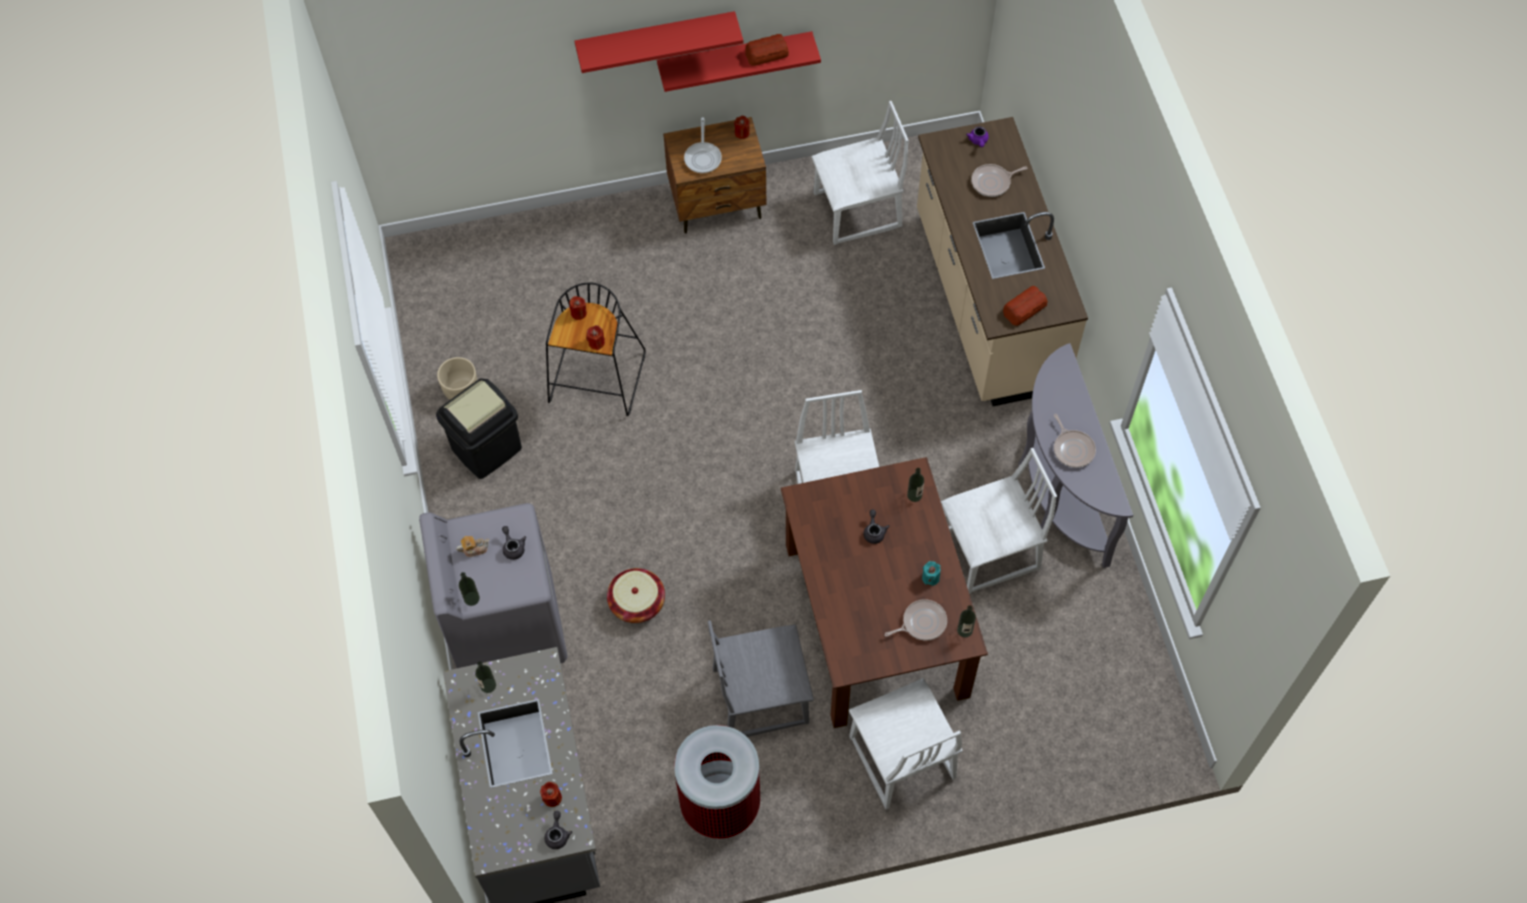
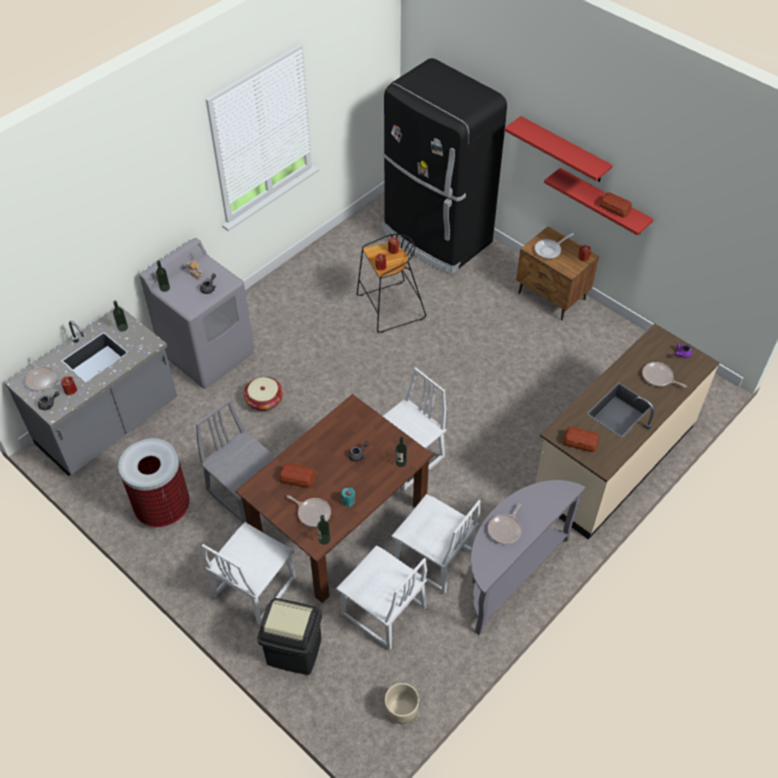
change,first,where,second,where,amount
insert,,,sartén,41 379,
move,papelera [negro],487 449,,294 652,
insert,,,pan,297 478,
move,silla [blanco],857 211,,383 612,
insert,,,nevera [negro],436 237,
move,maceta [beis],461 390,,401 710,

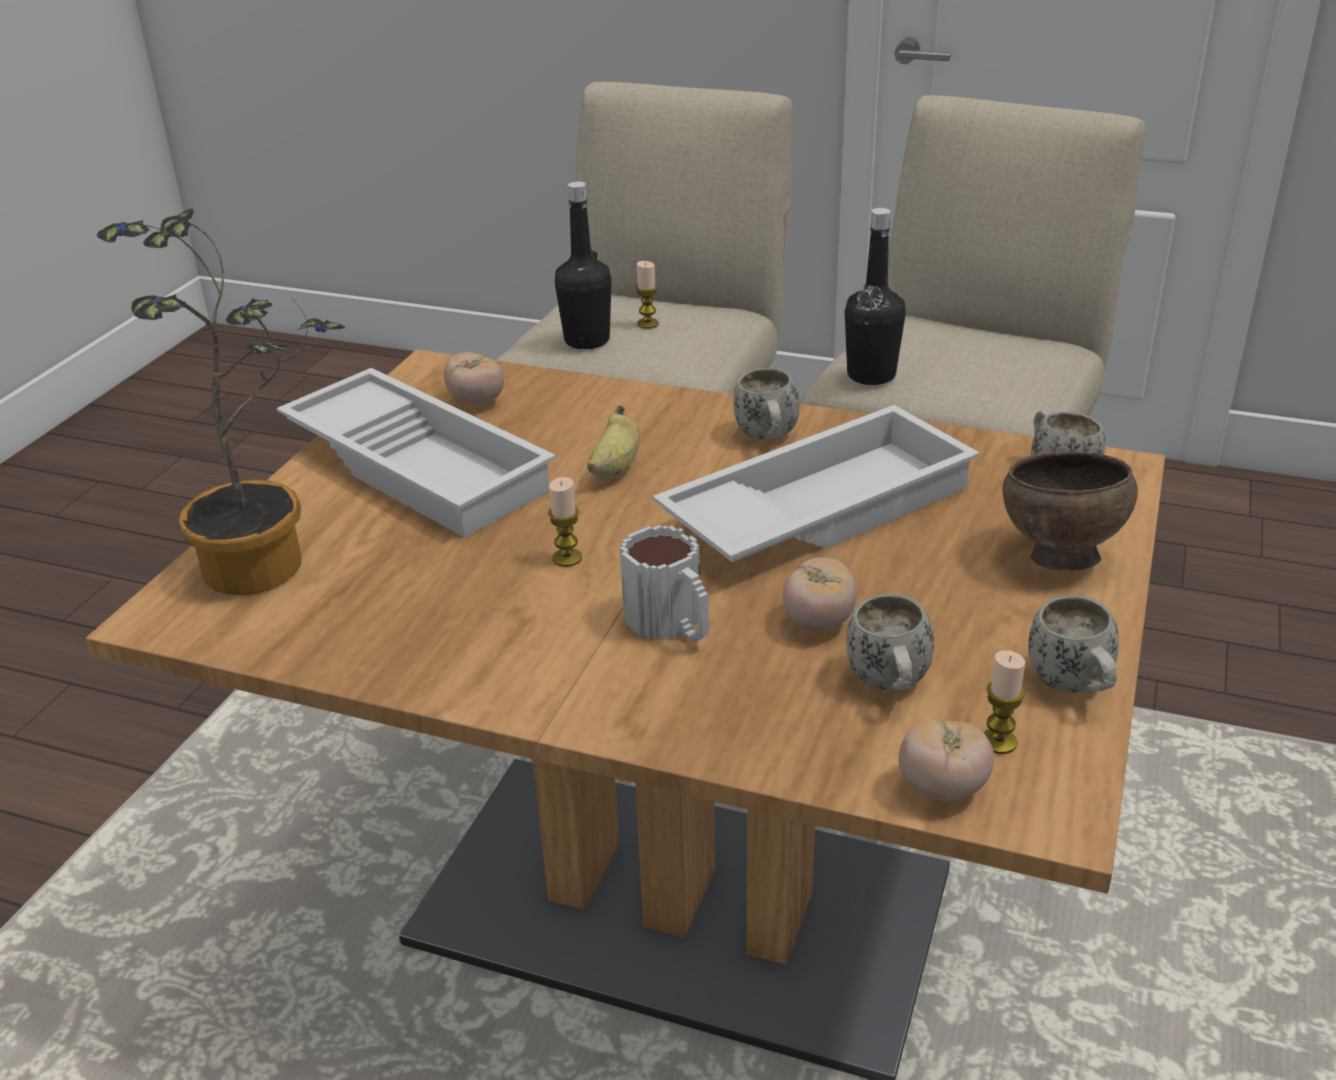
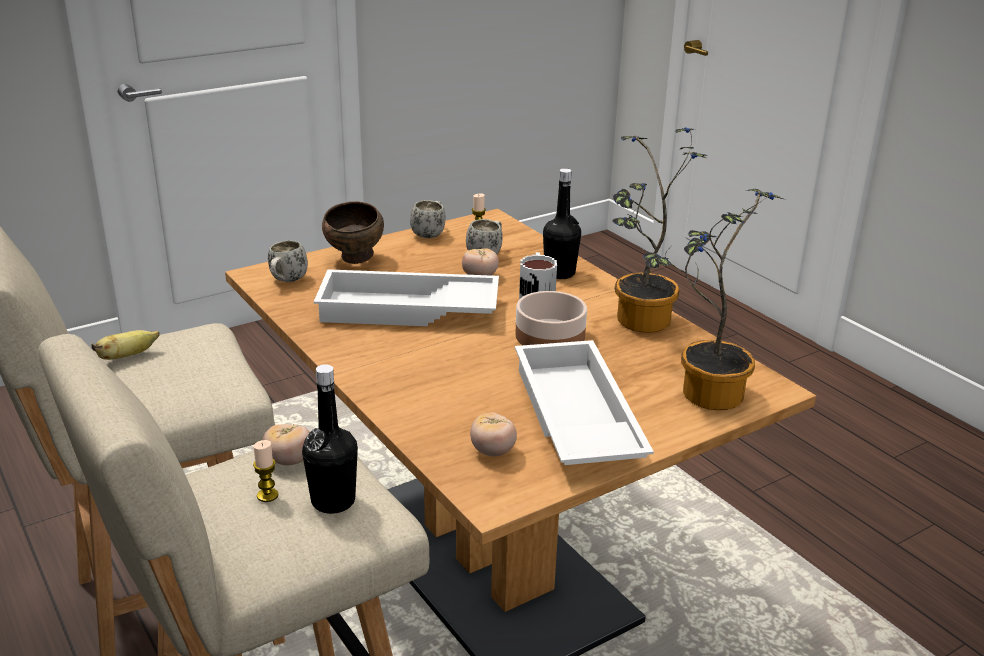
change,first,where,second,where,amount
move,plátano,615 468,,127 356,
move,tomate,942 788,,289 460,
replace,vela,567 558,cuenco,549 336,
move,botella [negro],871 375,,559 273,
insert,,,planta en maceta,638 323,
delete,taza grande [blanco],768 439,,,

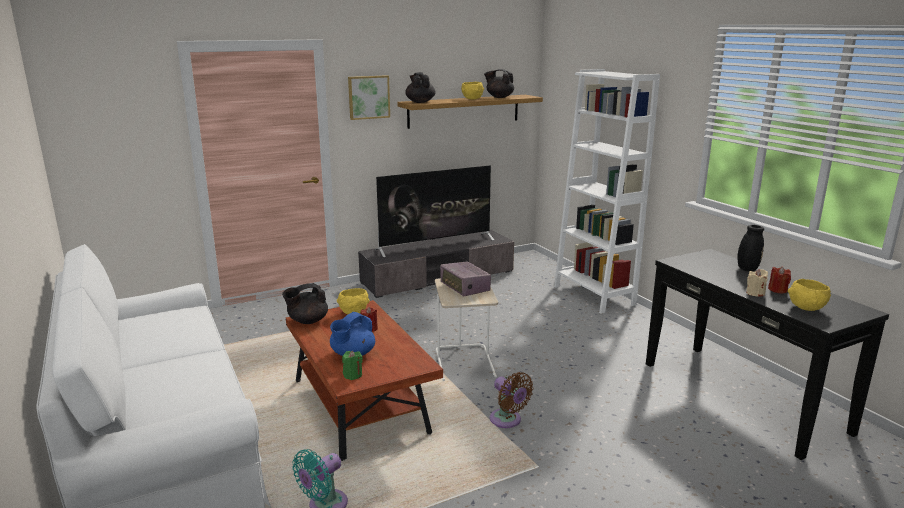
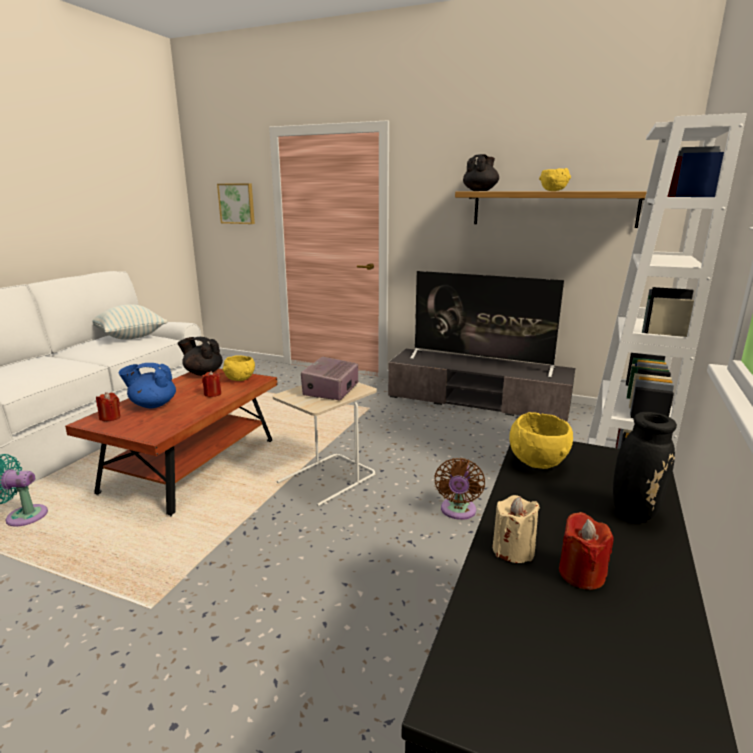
change,first,where,second,where,amount
insert,,,cojín,130 337,
recolor,vela [verde],352 375,vela [rojo],110 417,
move,cuadro,368 97,,237 203,
move,ventilador [marrón],507 420,,458 511,
move,cuenco [amarillo],806 308,,537 463,
delete,tetera [negro],499 97,,,

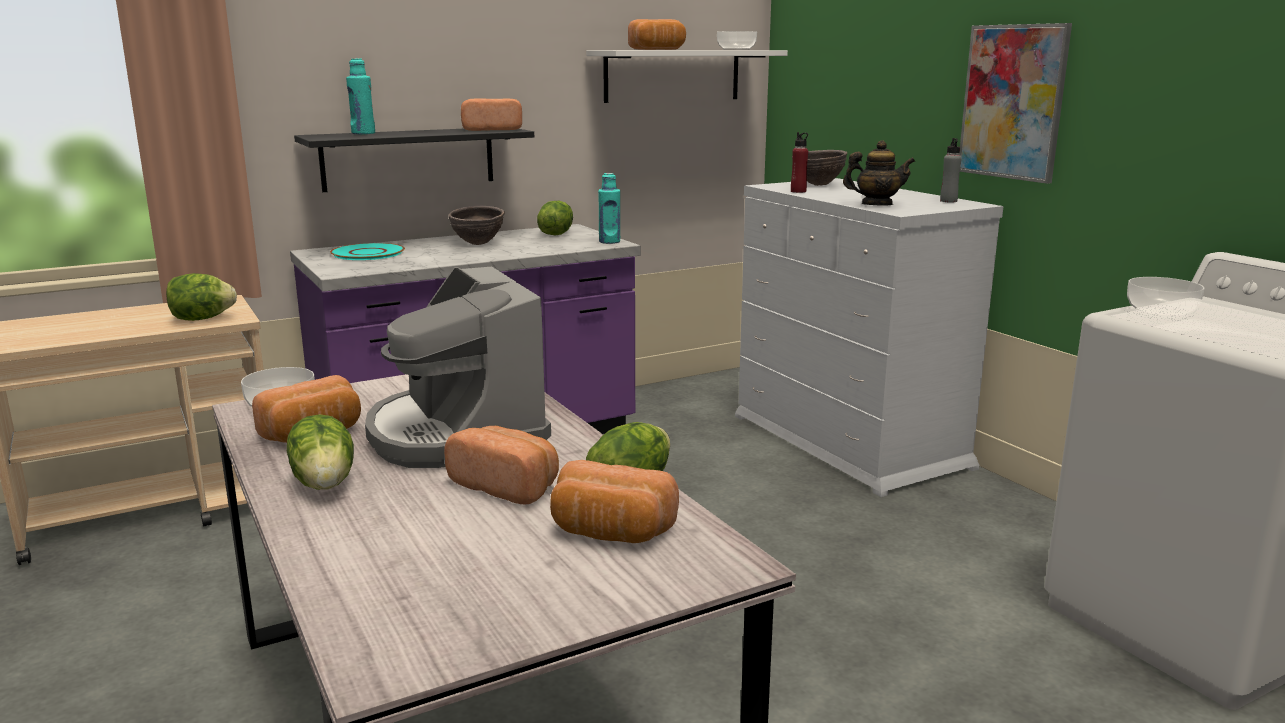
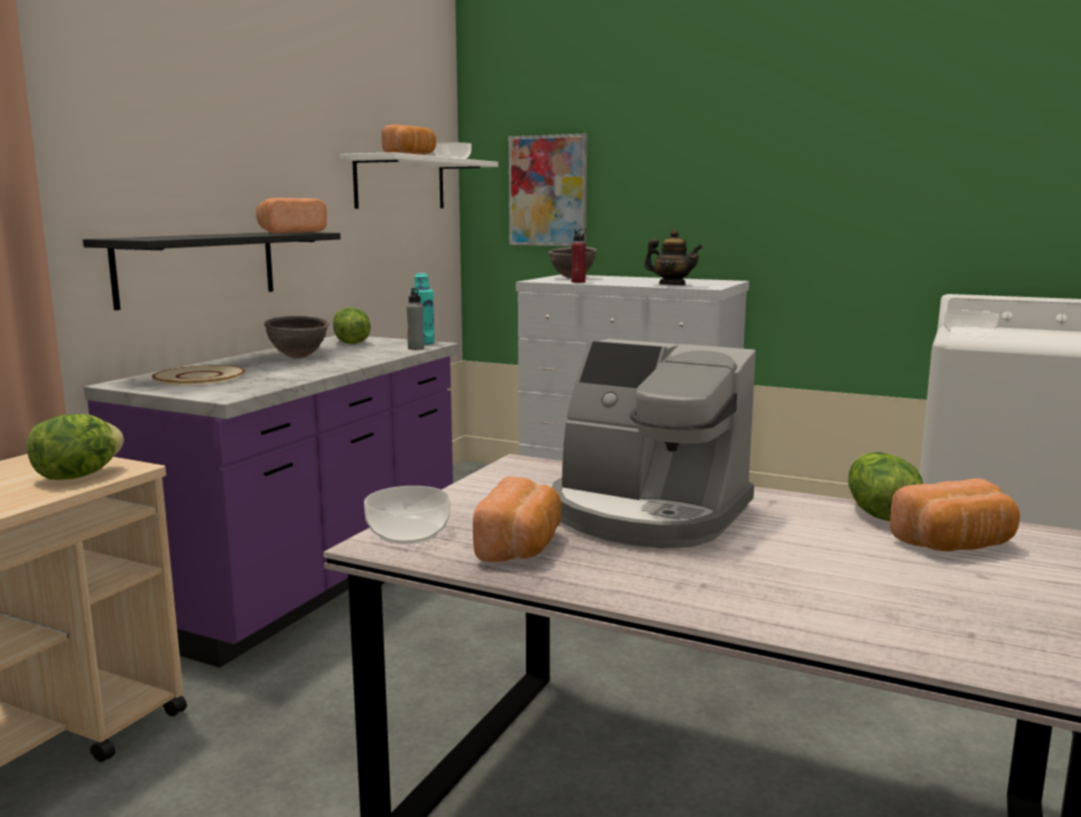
change,first,where,second,where,amount
recolor,plato [turquesa],368 253,plato [beis],200 377,
move,botella [gris],948 201,,416 348,
move,cuadro,1013 102,,548 191,
rotate,tetera,876 205,,672 285,60 degrees clockwise
delete,lechuga,326 482,,,
delete,botella [turquesa],363 133,,,
delete,pan,507 486,,,

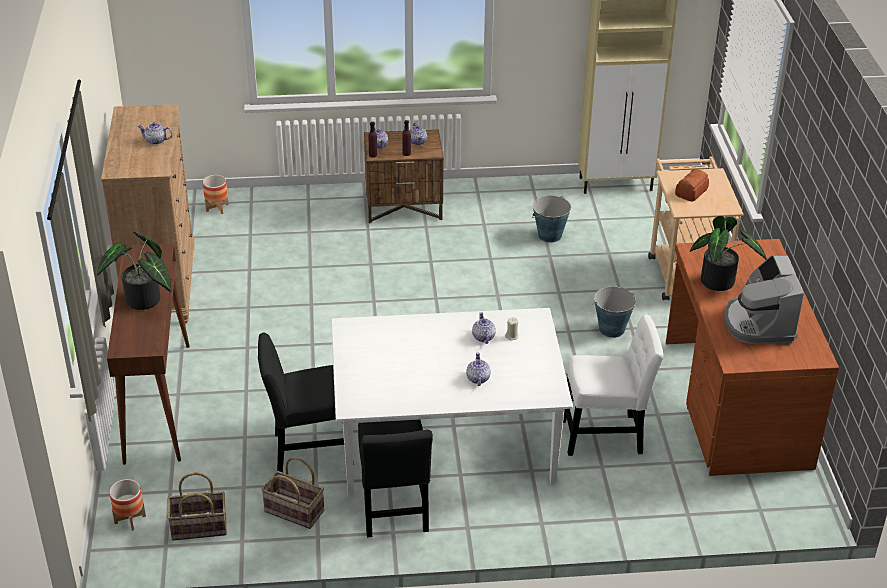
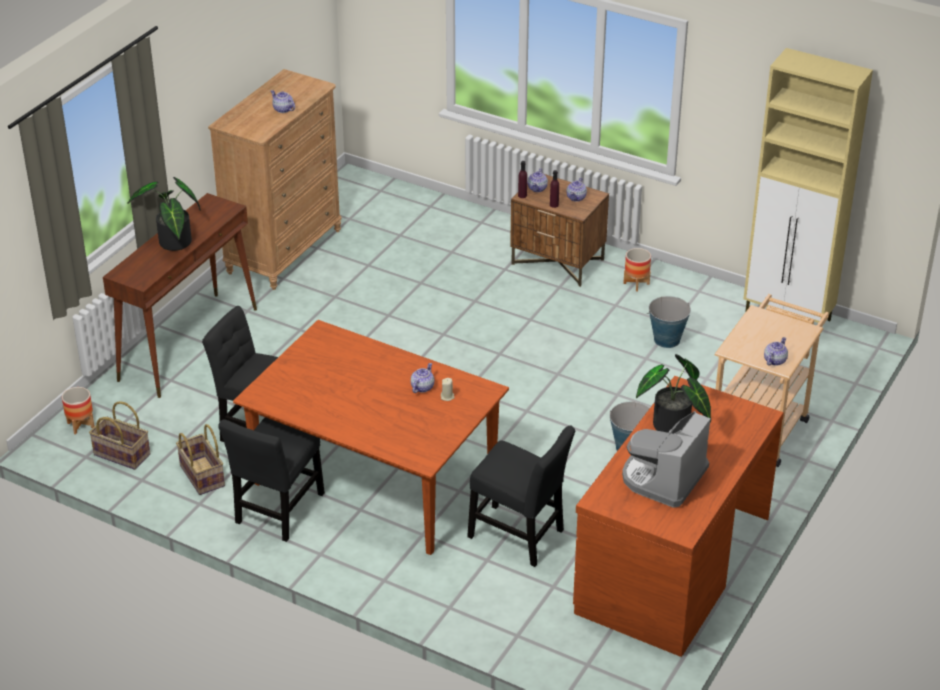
change,first,where,second,where,amount
recolor,mesa de comedor [blanco],445 445,mesa de comedor [marrón],374 480,
recolor,silla [blanco],606 435,silla [negro],519 536,
move,maceta,217 208,,636 283,
move,tetera,478 379,,774 360,
delete,pan,692 191,,,

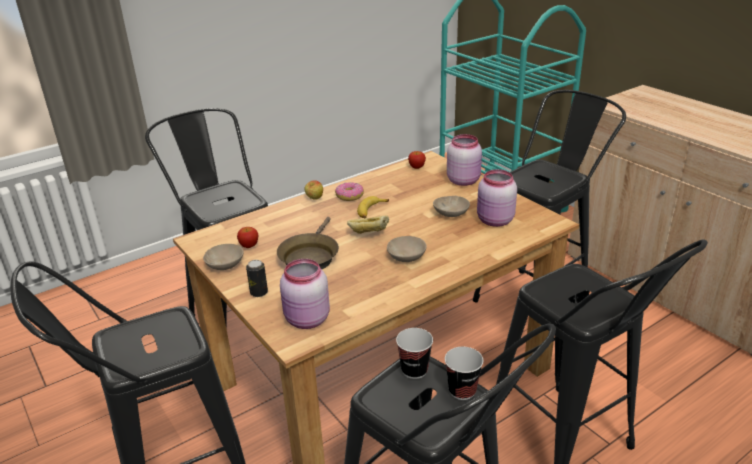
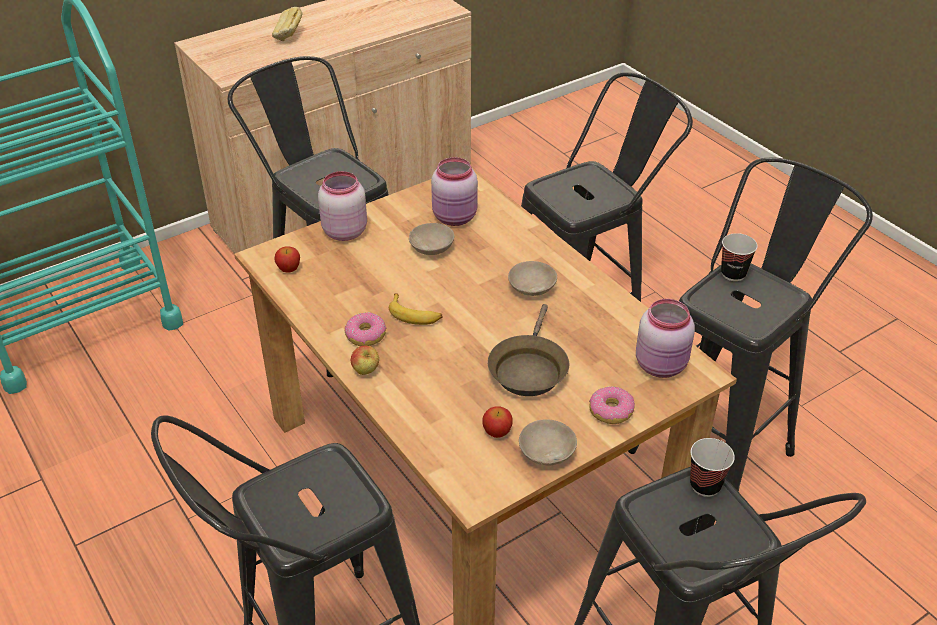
change,first,where,second,where,amount
move,pan,368 235,,289 36,
rotate,sartén [marrón],310 256,,528 369,90 degrees clockwise
replace,lata,259 292,rosquilla,611 411,
move,taza,414 370,,705 485,

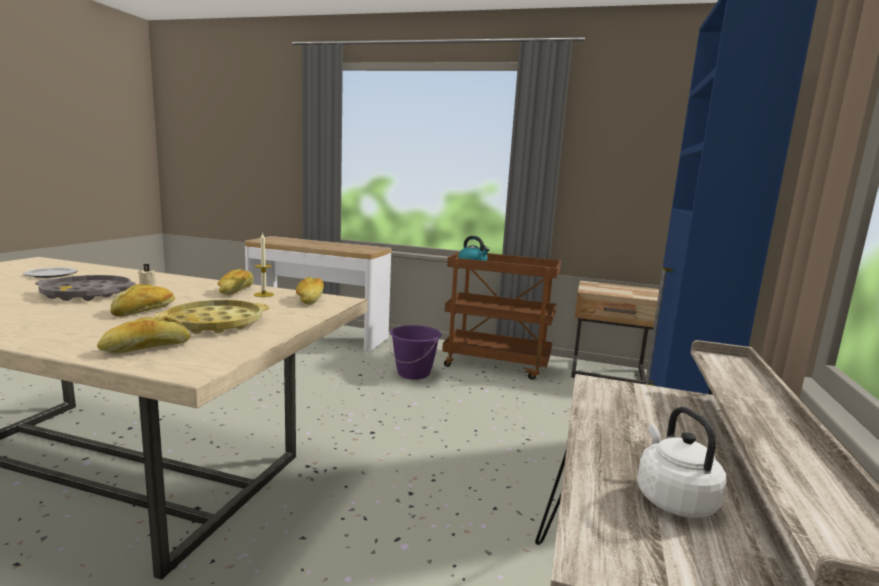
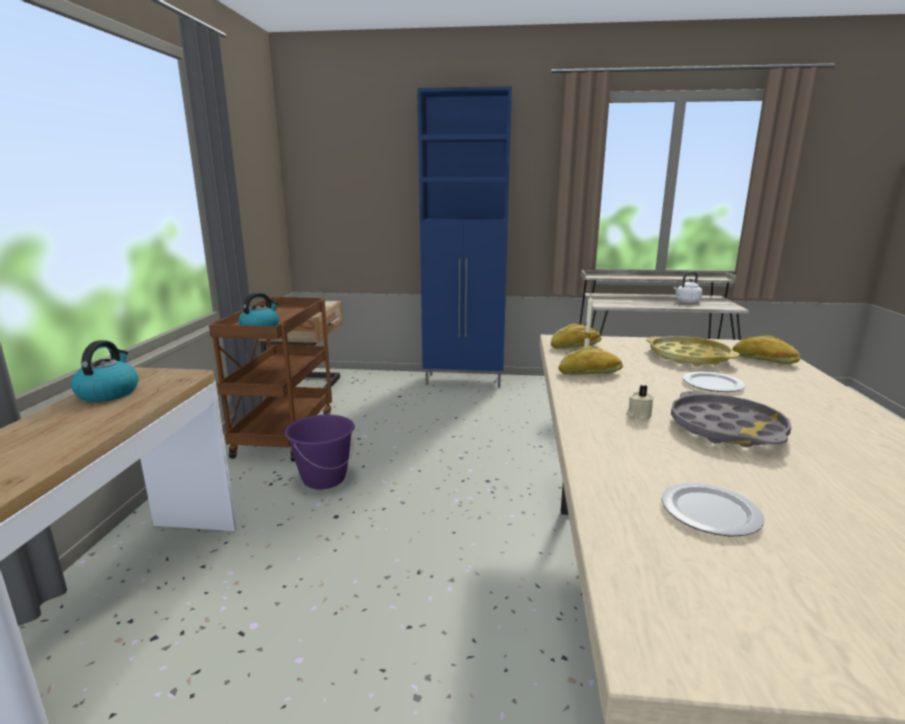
change,first,where,second,where,amount
insert,,,hervidor,108 393,
replace,pan,144 310,plato,712 385,

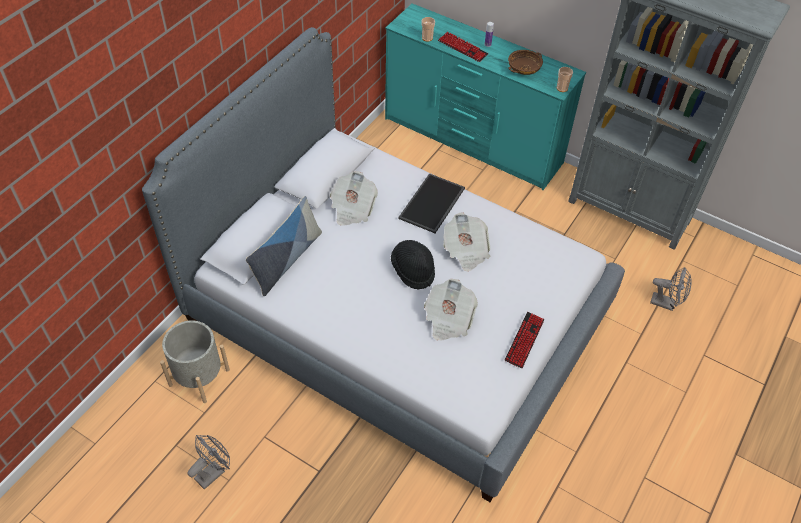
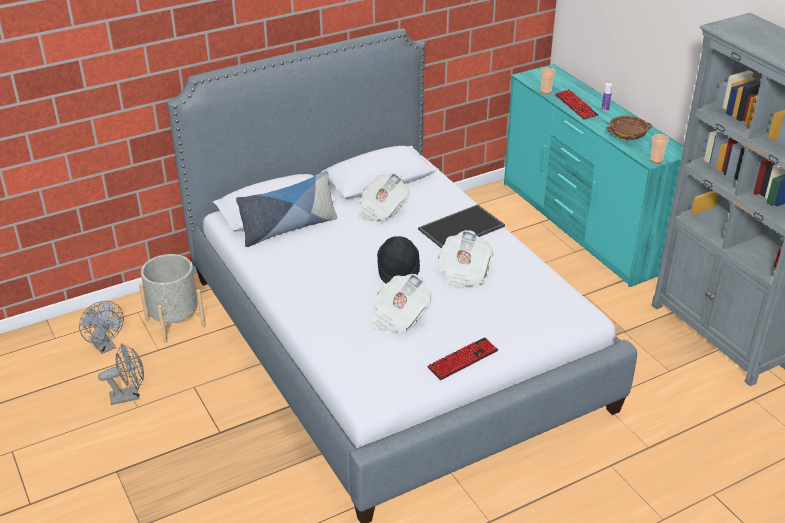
change,first,where,second,where,amount
move,ventilador [gris],666 303,,105 347,

